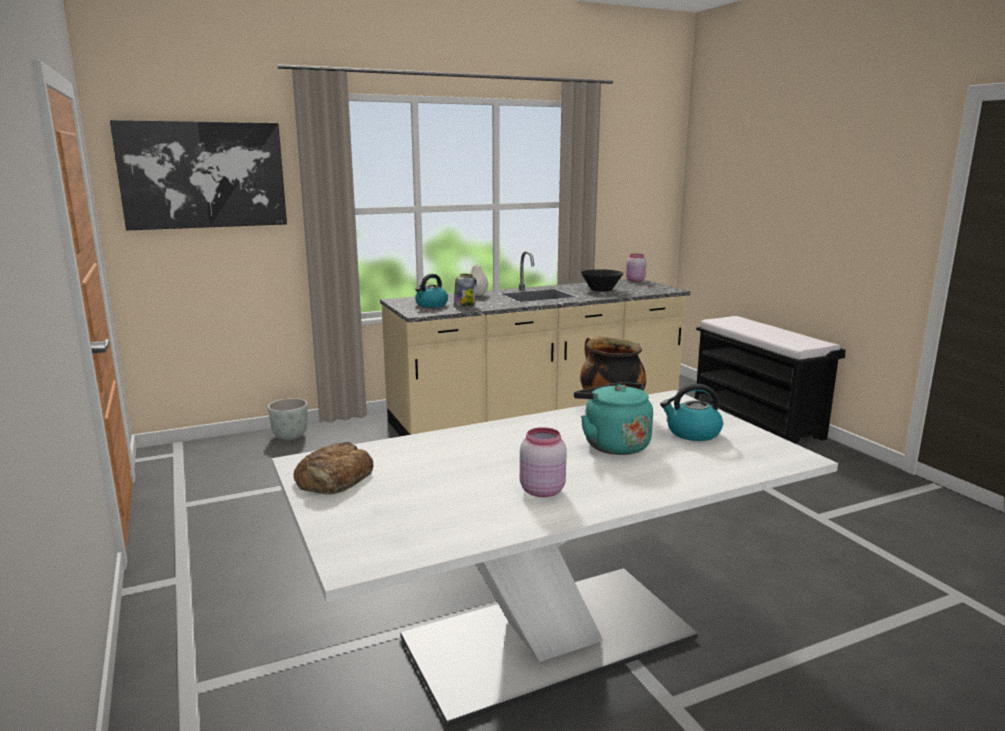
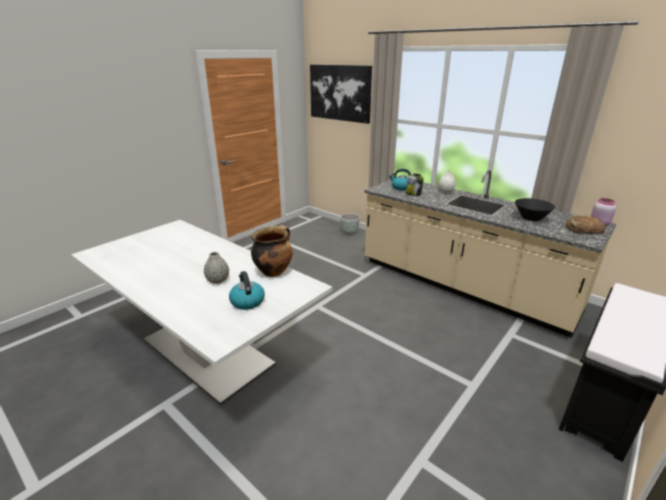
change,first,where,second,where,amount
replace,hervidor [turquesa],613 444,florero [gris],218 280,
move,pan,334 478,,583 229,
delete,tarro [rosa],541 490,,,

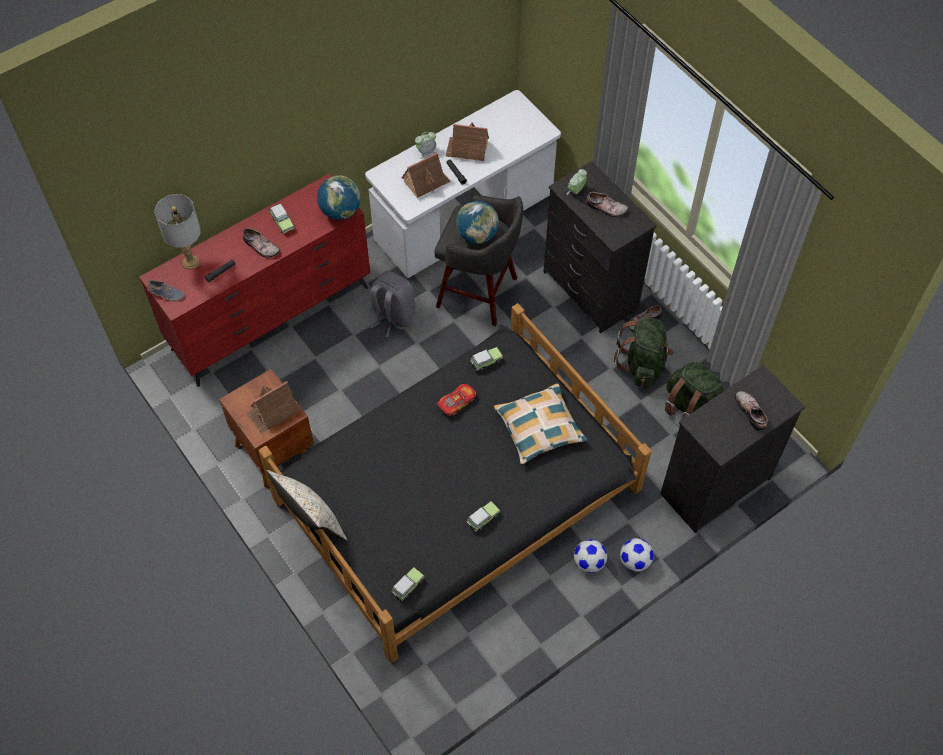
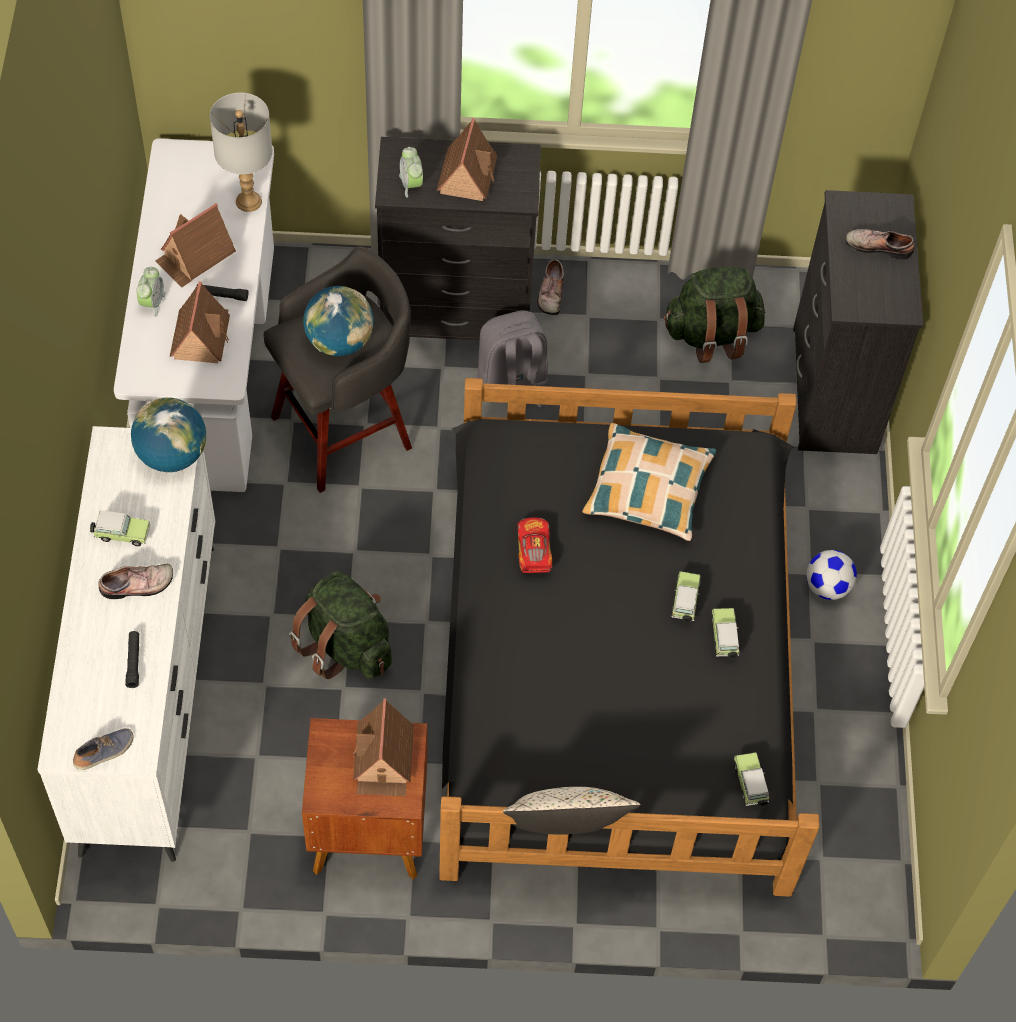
change,first,where,second,where,amount
recolor,cómoda [rojo],272 318,cómoda [blanco],150 694,
move,lámpara de mesa [gris],191 262,,248 201,
move,mochila [verde],643 364,,346 645,
replace,zapato,606 208,casita,467 174,
move,mochila [gris],392 316,,512 382,
move,coche de juguete,485 362,,685 602,
delete,balón de fútbol,635 561,,,

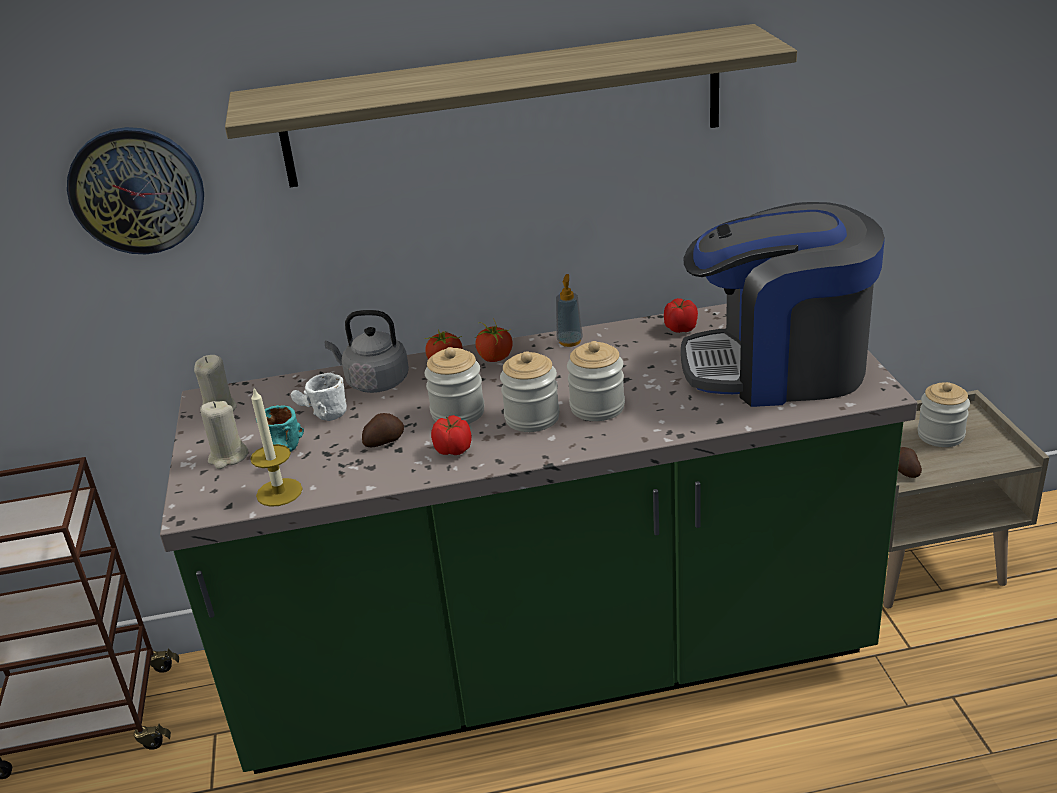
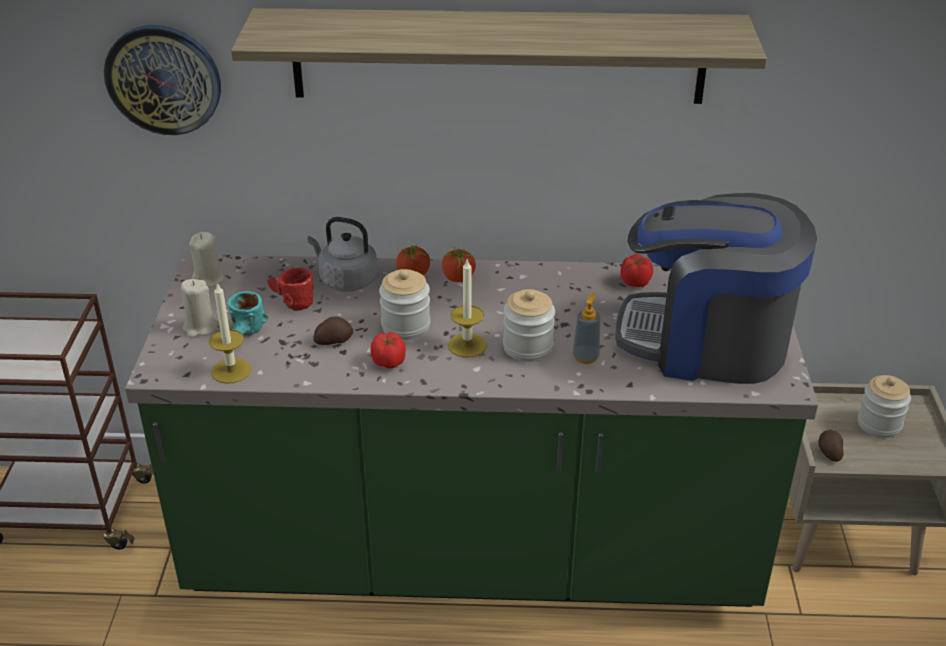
change,first,where,second,where,amount
recolor,taza grande [blanco],320 414,taza grande [rojo],289 302,
replace,tarro,532 418,vela,467 345,
move,dispensador de jabón,570 341,,585 357,

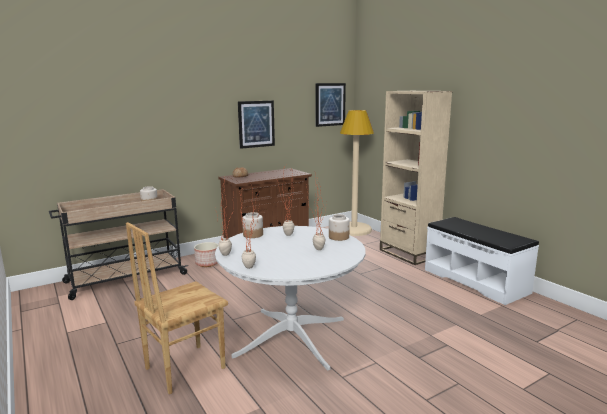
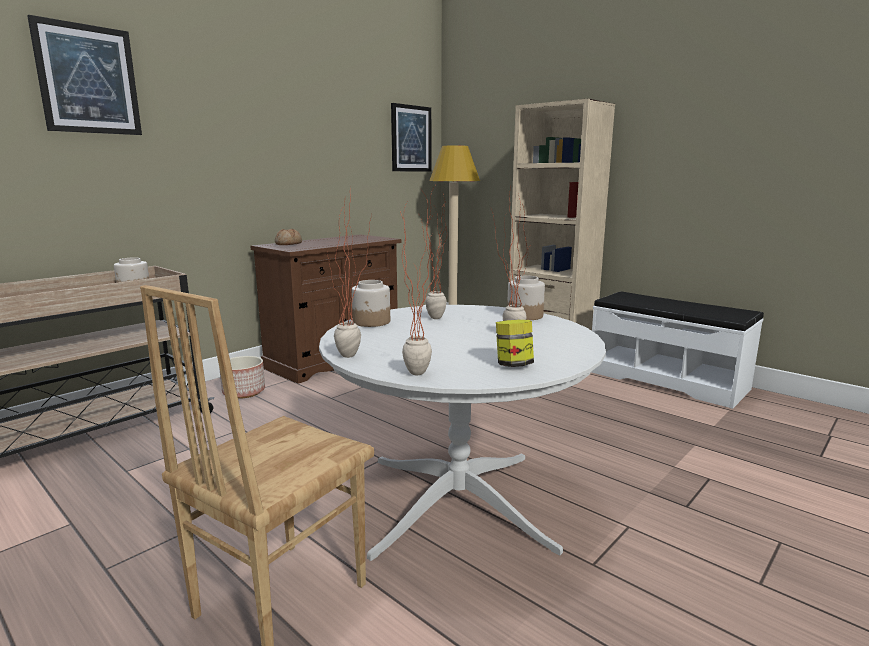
change,first,where,second,where,amount
move,cuadro,256 124,,88 80,
insert,,,tarro,513 365,

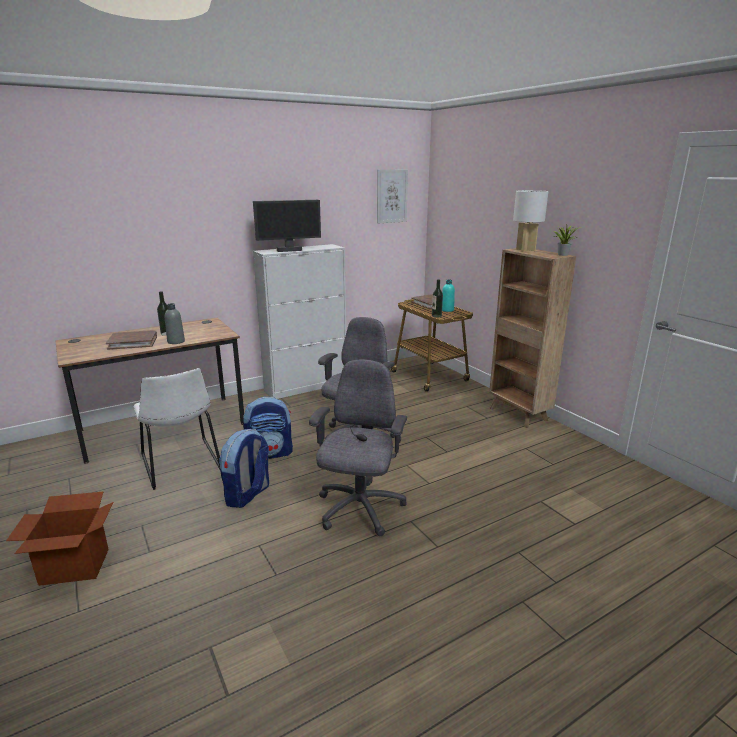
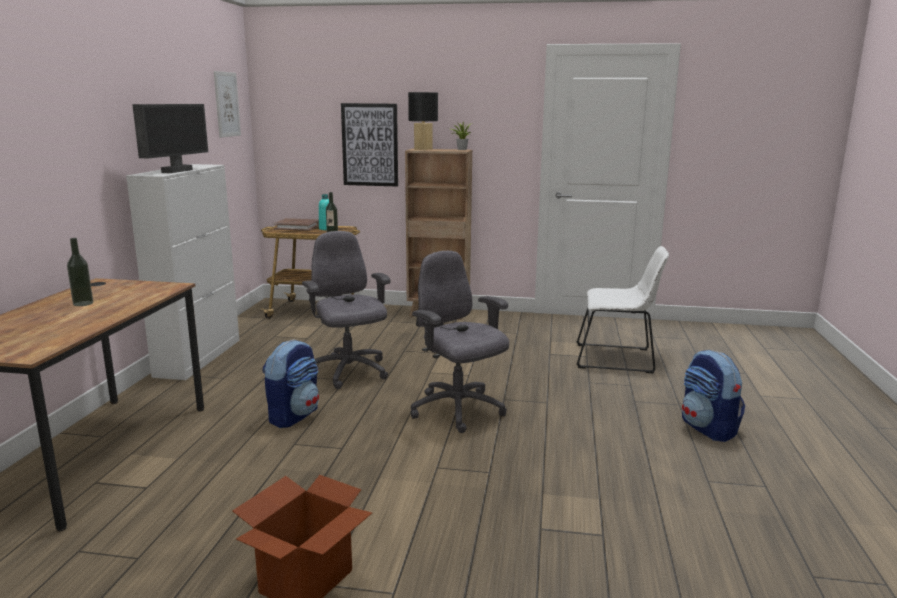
change,first,where,second,where,amount
insert,,,cuadro,370 145,
recolor,lámpara de mesa [blanco],525 250,lámpara de mesa [negro],423 149,
move,silla [blanco],182 465,,618 359,
move,mochila,248 495,,708 429,
delete,libro [marrón],133 342,,,
delete,botella [gris],176 341,,,

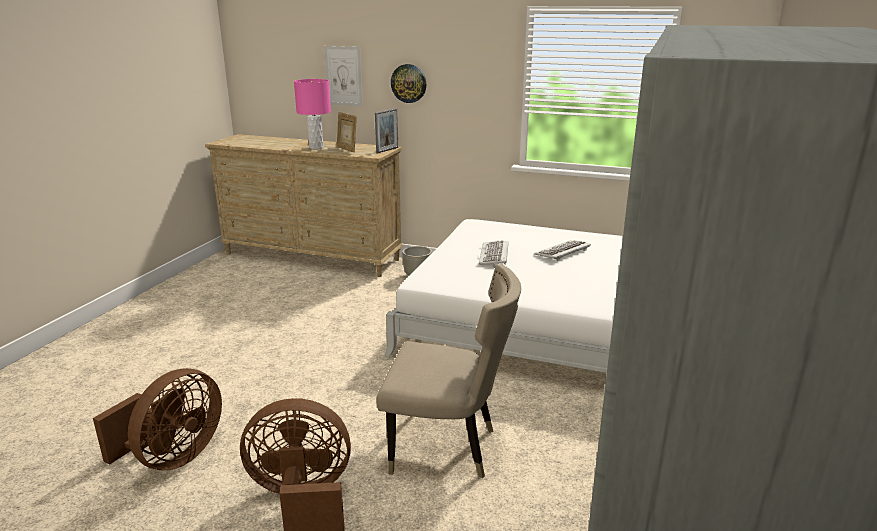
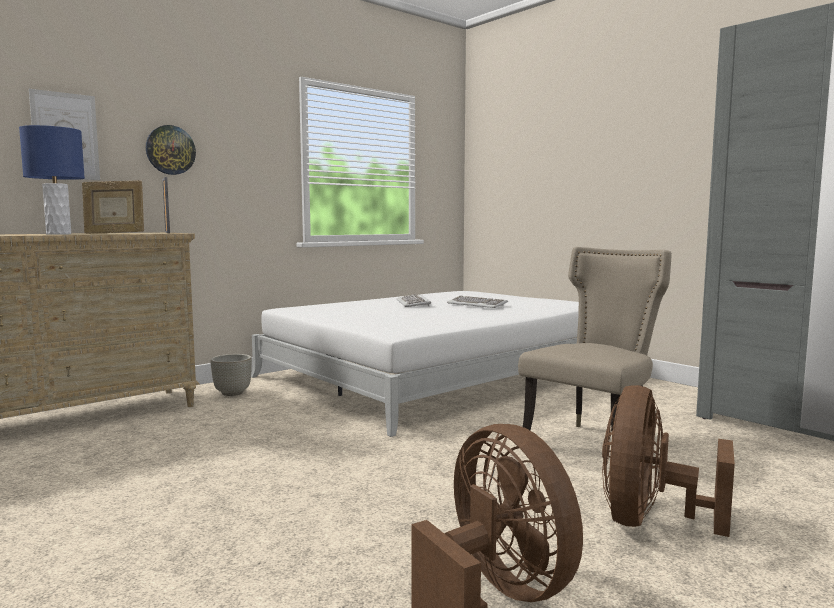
change,first,where,second,where,amount
recolor,lámpara de mesa [rosa],316 147,lámpara de mesa [azul],59 234,
move,teclado,494 255,,477 305,

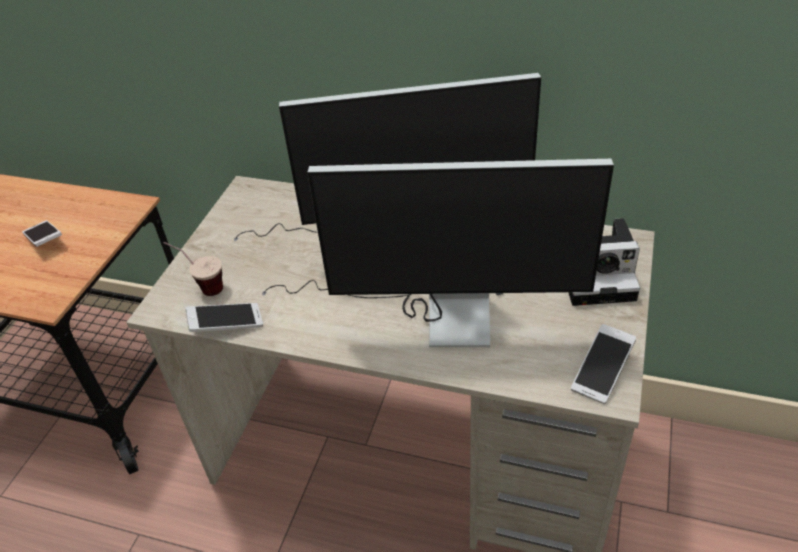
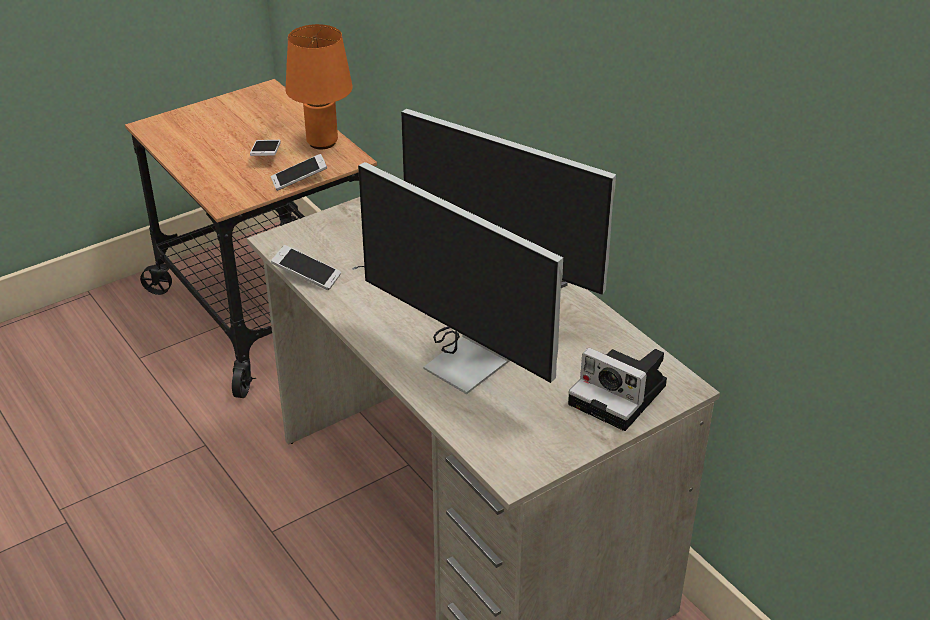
change,first,where,second,where,amount
move,móvil,602 371,,299 179,
insert,,,lámpara de mesa [naranja],323 142,
delete,taza,201 286,,,

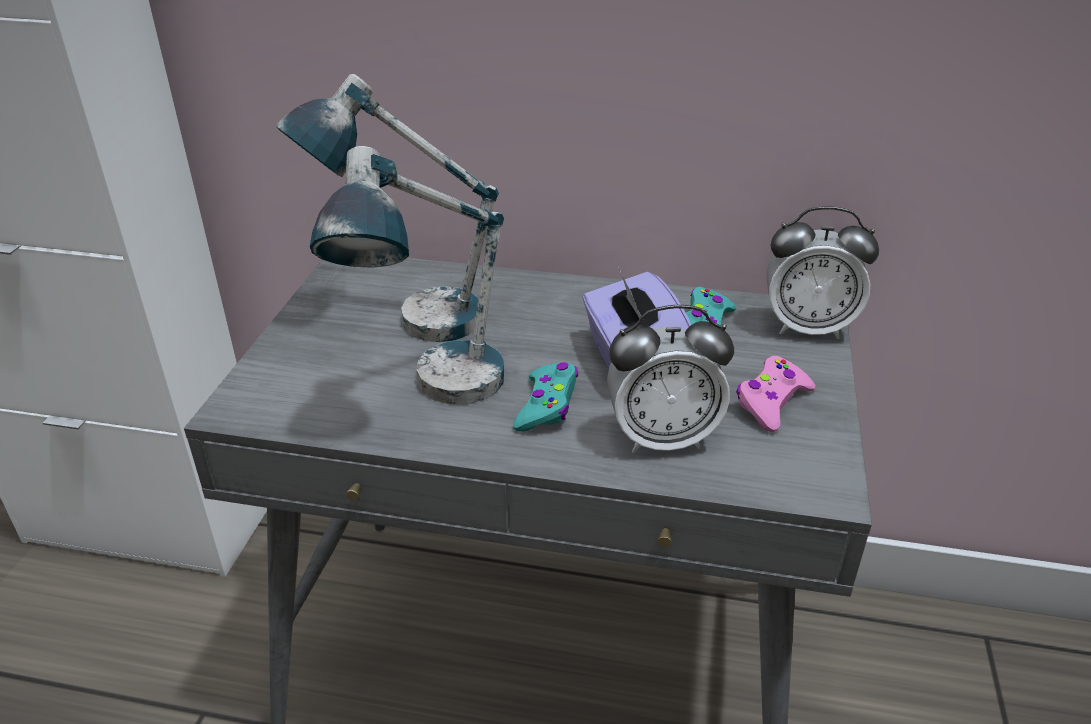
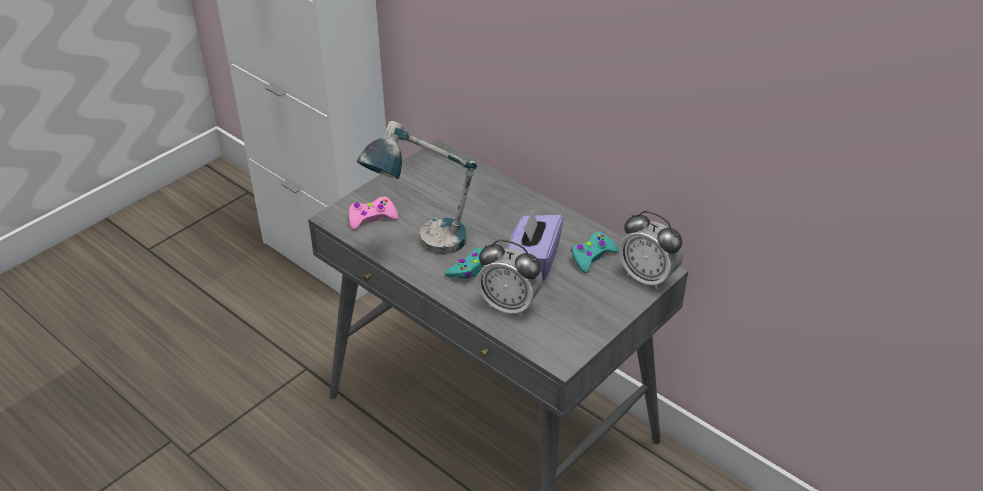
change,first,where,second,where,amount
move,mando de consola [rosa],771 402,,372 218,
delete,lámpara de mesa,406 319,,,

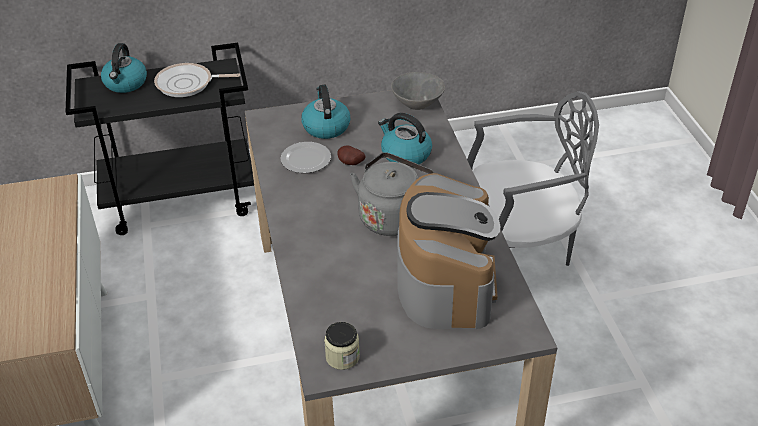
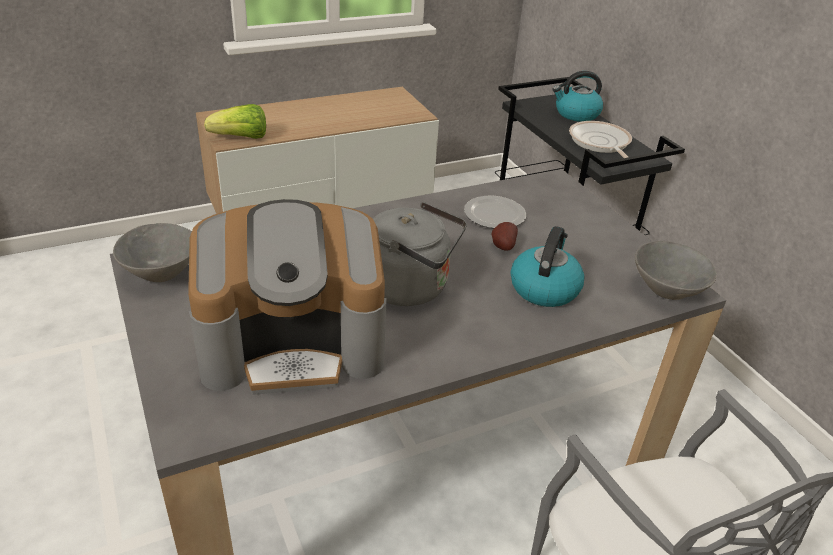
change,first,where,second,where,amount
replace,tarro,342 357,cuenco [gris],161 272,
insert,,,lechuga,241 138,
delete,hervidor,325 126,,,

